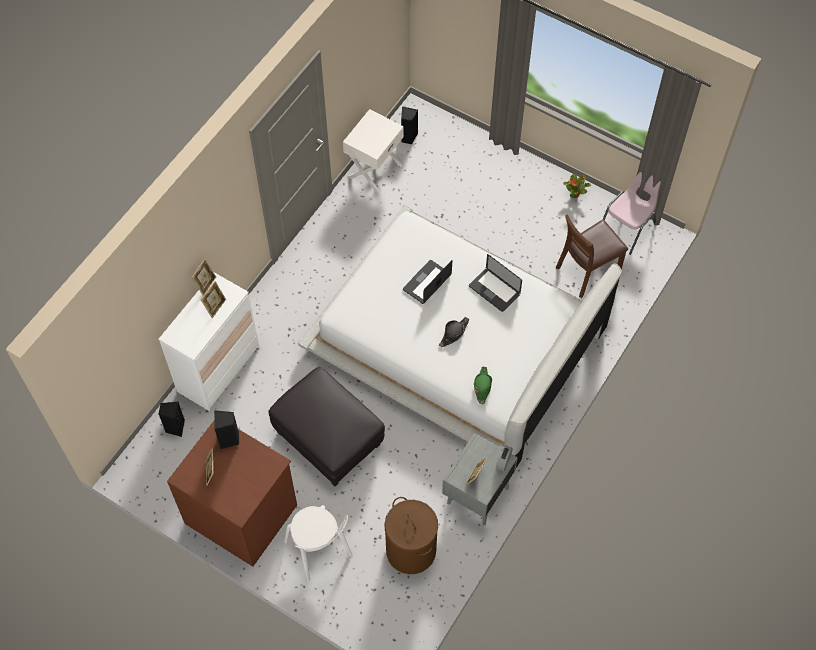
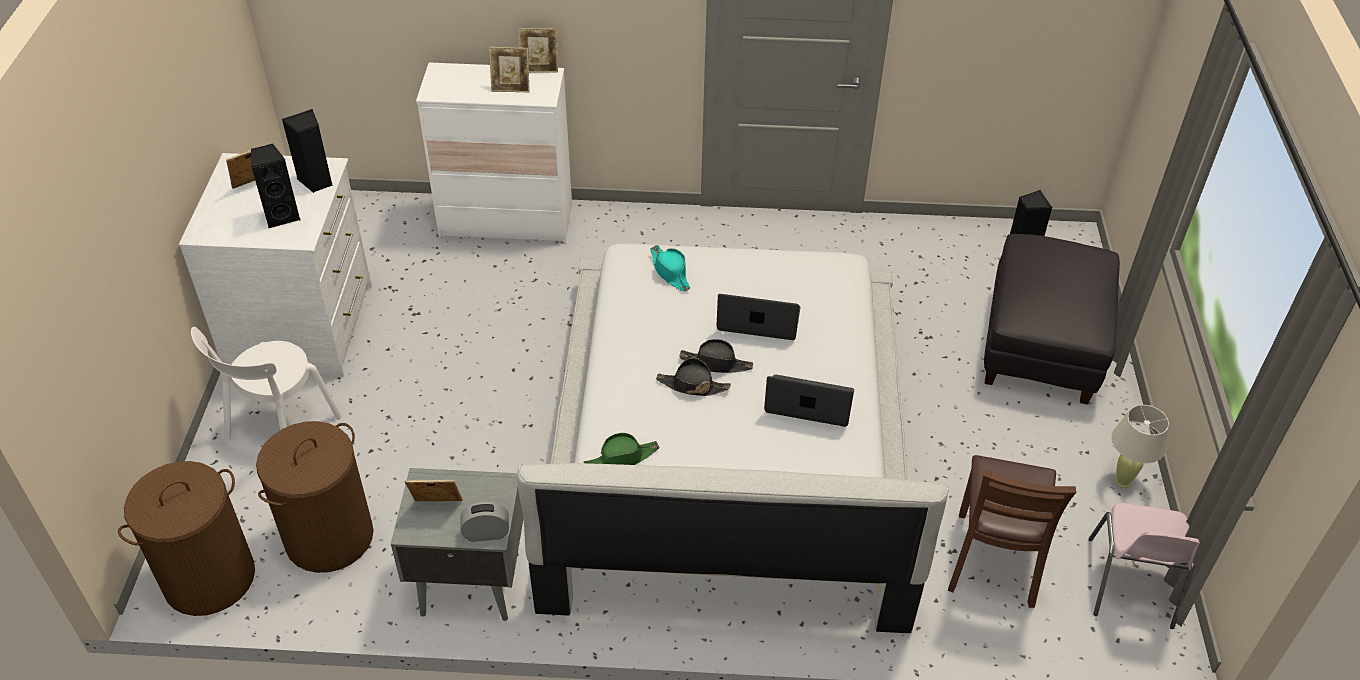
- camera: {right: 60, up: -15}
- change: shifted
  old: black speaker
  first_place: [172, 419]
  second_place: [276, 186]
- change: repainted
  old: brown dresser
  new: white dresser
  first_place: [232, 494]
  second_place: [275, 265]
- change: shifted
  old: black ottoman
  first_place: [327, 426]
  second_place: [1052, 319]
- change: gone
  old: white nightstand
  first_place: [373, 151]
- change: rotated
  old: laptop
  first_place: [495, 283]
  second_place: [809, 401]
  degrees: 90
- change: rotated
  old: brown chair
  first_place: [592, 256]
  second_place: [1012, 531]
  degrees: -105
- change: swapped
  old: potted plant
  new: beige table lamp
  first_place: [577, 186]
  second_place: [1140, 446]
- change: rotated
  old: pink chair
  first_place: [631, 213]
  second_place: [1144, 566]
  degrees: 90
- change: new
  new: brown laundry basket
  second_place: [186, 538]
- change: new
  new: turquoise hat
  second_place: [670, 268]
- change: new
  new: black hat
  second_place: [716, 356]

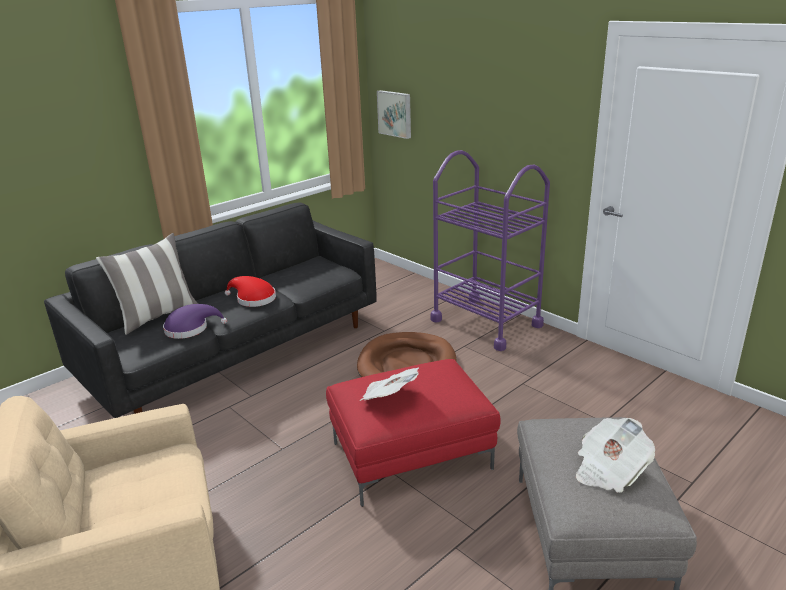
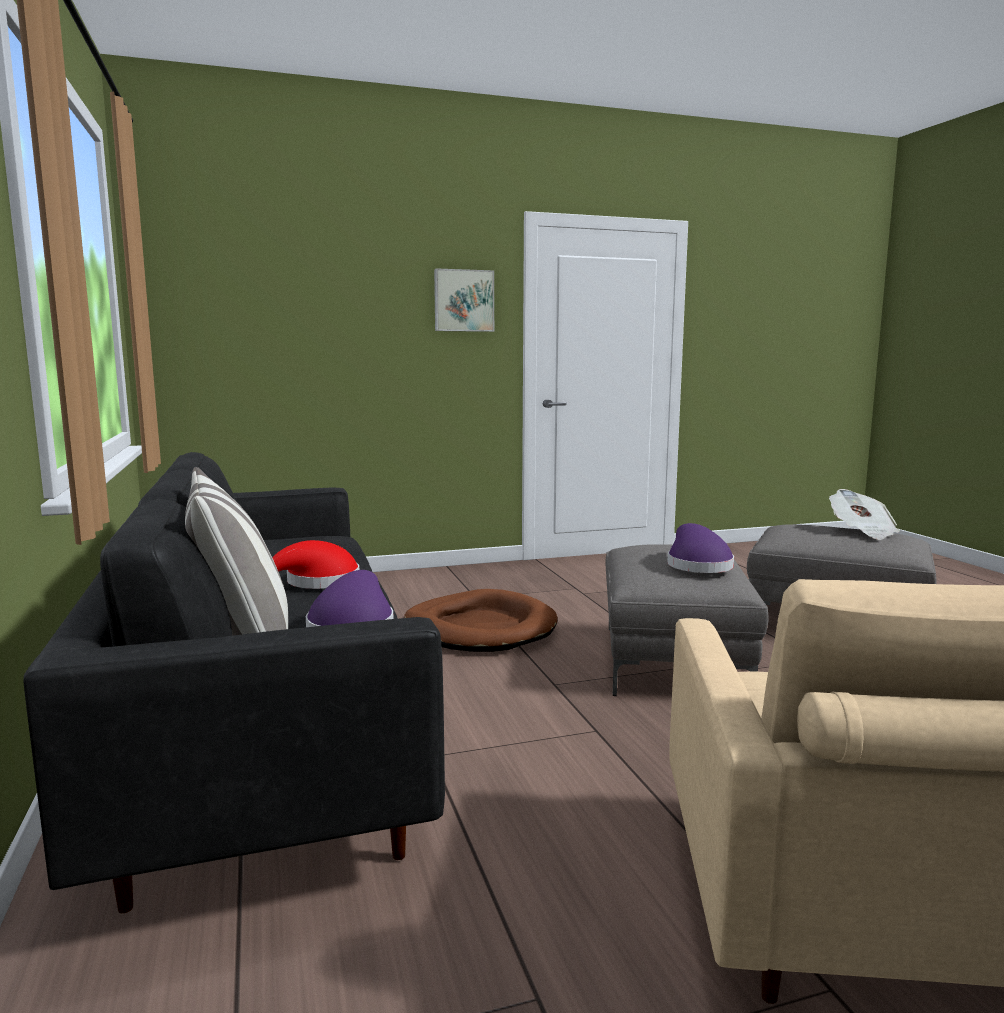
- camera: {right: -65, up: -15}
- change: repainted
  old: red ottoman
  new: grey ottoman
  first_place: [413, 433]
  second_place: [686, 620]
- change: swapped
  old: newspaper
  new: purple hat
  first_place: [389, 384]
  second_place: [700, 548]
- change: shifted
  old: picture
  first_place: [394, 114]
  second_place: [464, 300]
- change: gone
  old: purple cart
  first_place: [490, 250]

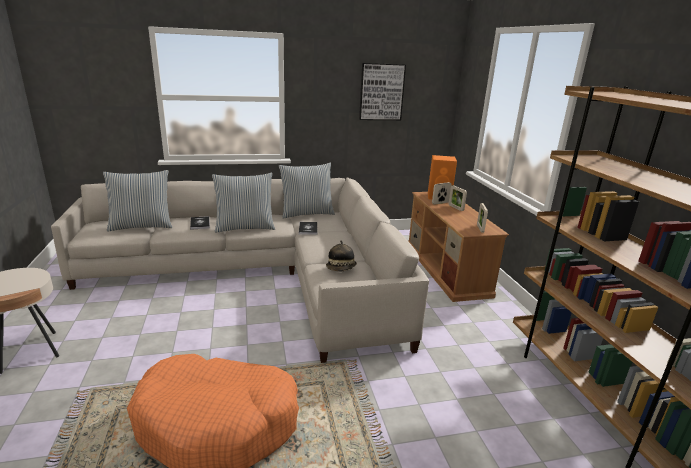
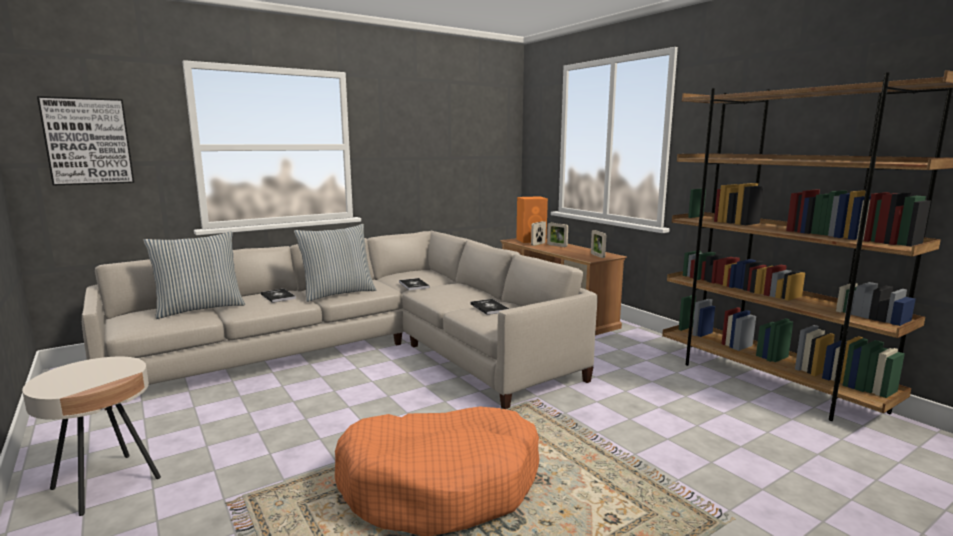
- camera: {right: -20, up: -10}
- change: gone
  old: pillow
  first_place: [307, 191]
- change: swapped
  old: hat
  new: book
  first_place: [341, 256]
  second_place: [489, 307]
- change: shifted
  old: picture
  first_place: [382, 91]
  second_place: [85, 141]

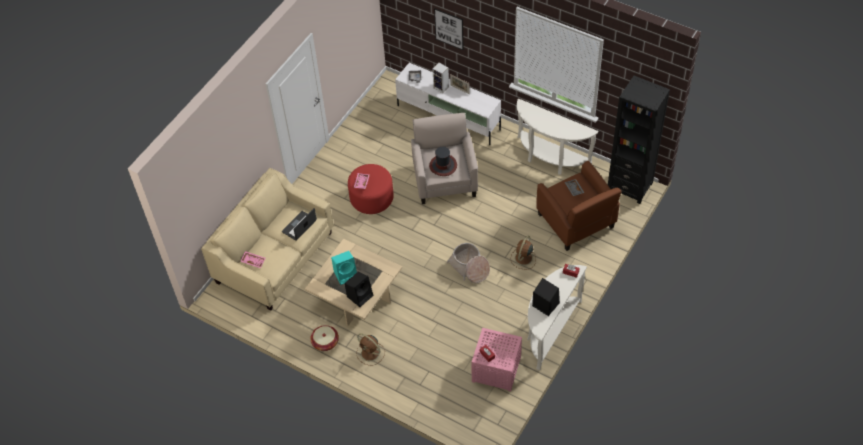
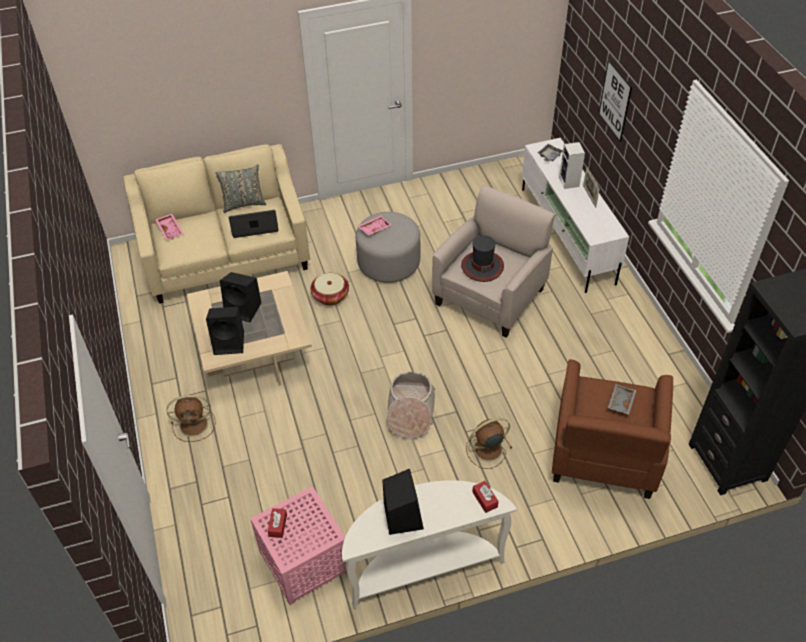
- camera: {right: 40, up: -5}
- change: shifted
  old: basket
  first_place: [324, 338]
  second_place: [329, 289]
- change: repainted
  old: turquoise speaker
  new: black speaker
  first_place: [344, 268]
  second_place: [240, 297]
- change: repainted
  old: red ottoman
  new: grey ottoman
  first_place: [371, 189]
  second_place: [388, 247]
- change: rotated
  old: brown fan
  first_place: [370, 349]
  second_place: [191, 418]
  degrees: -90
- change: gone
  old: white console table
  first_place: [557, 136]
- change: new
  new: grey pillow
  second_place: [240, 188]

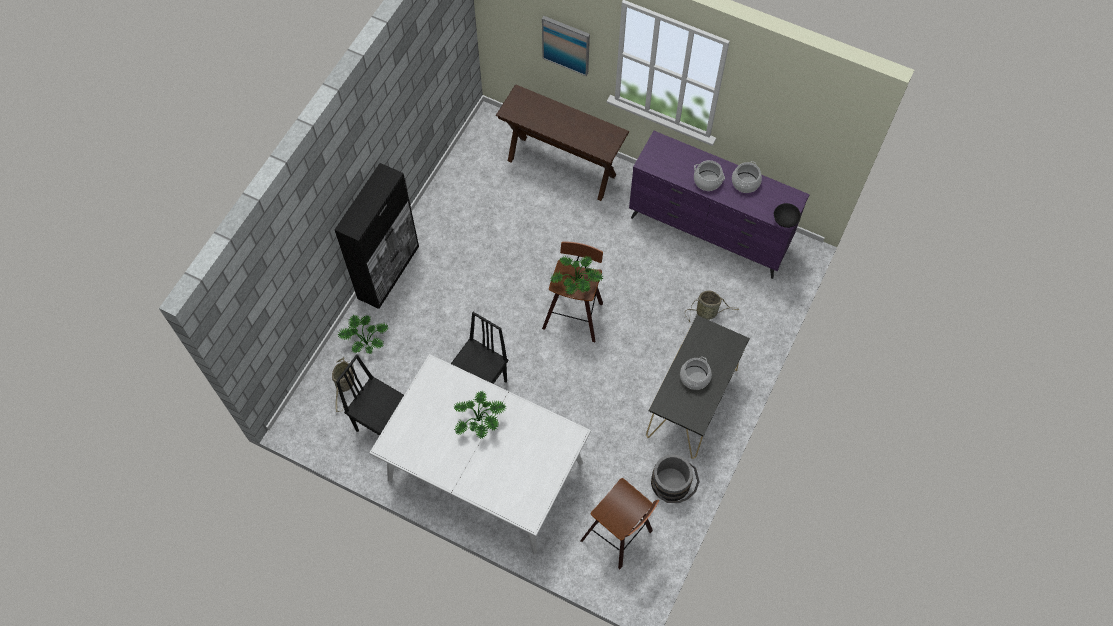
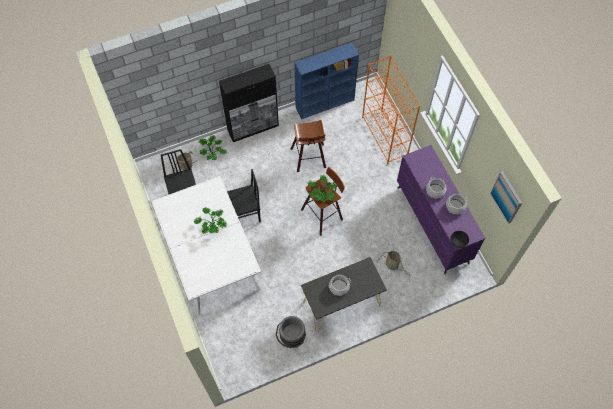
- camera: {right: 40, up: 0}
- change: swapped
  old: brown console table
  new: orange bookcase
  first_place: [562, 142]
  second_place: [391, 110]
- change: shifted
  old: picture
  first_place: [566, 46]
  second_place: [506, 197]
- change: shifted
  old: stool
  first_place: [619, 523]
  second_place: [308, 146]
- change: new
  new: blue bookcase
  second_place: [326, 81]

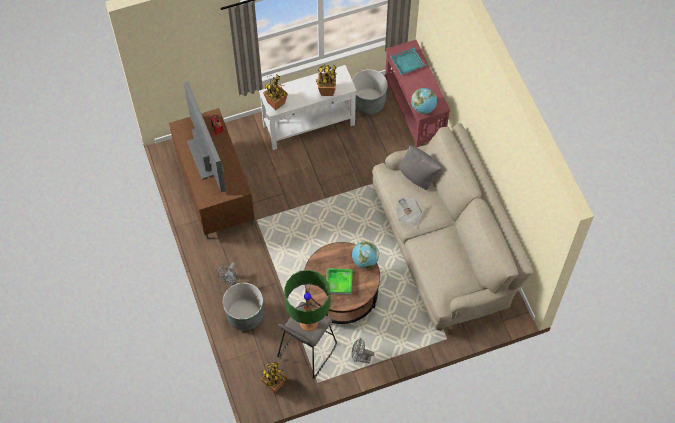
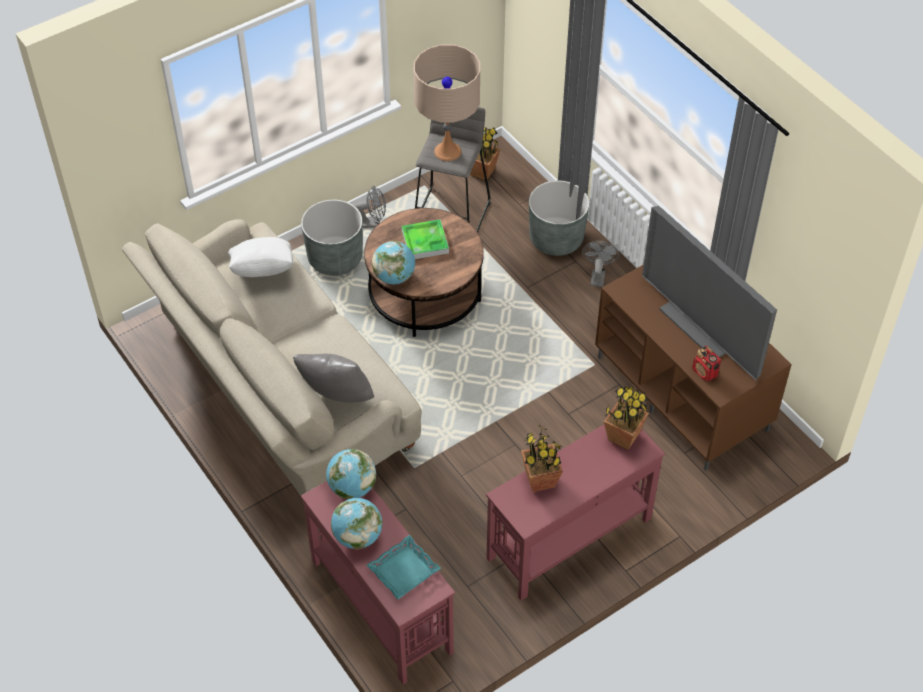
- camera: {right: 165, up: -10}
- change: repainted
  old: white console table
  new: red console table
  first_place: [308, 107]
  second_place: [575, 513]
- change: repainted
  old: green table lamp
  new: beige table lamp
  first_place: [307, 300]
  second_place: [447, 102]
- change: shifted
  old: grey planter
  first_place: [370, 92]
  second_place: [332, 238]
- change: gone
  old: newspaper
  first_place: [409, 212]
- change: new
  new: white pillow
  second_place: [260, 257]
- change: new
  new: globe
  second_place: [357, 523]

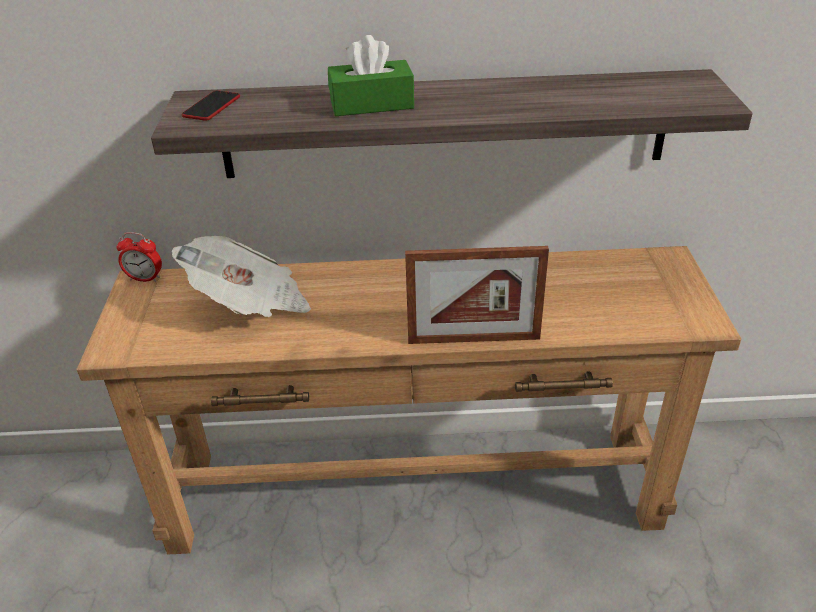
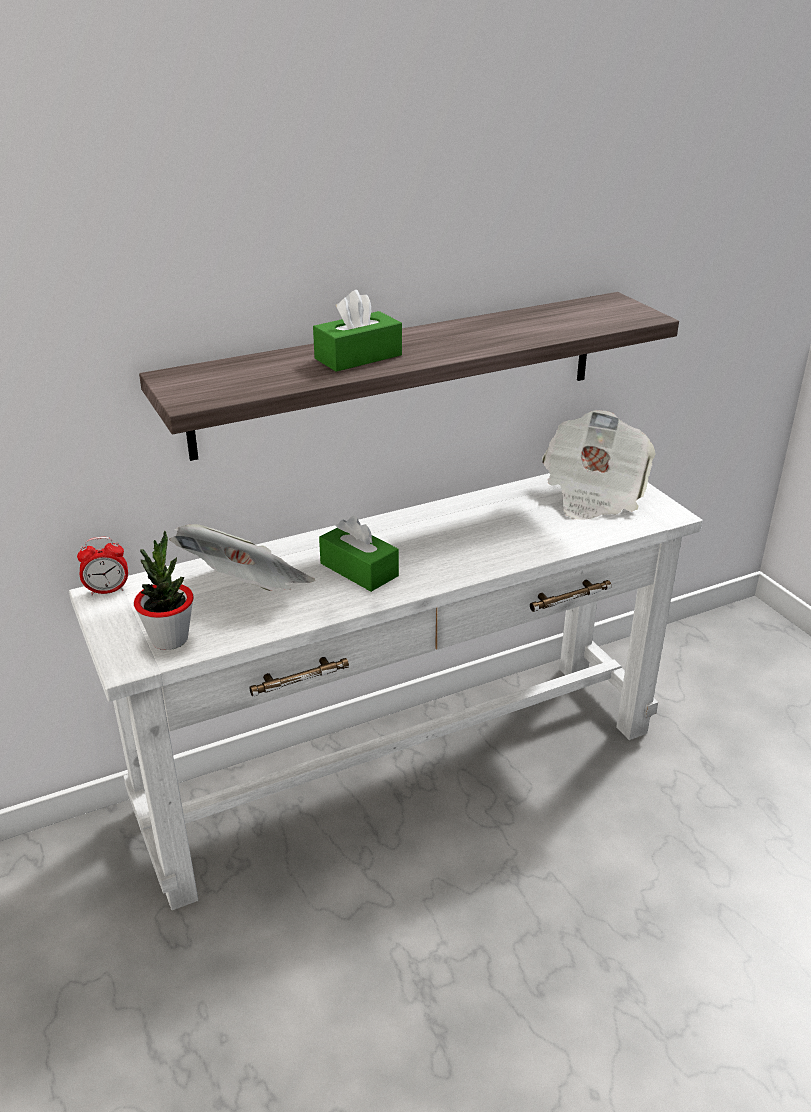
- camera: {right: -25, up: -5}
- change: repainted
  old: brown console table
  new: white console table
  first_place: [408, 400]
  second_place: [385, 691]
- change: gone
  old: phone
  first_place: [211, 105]
- change: gone
  old: picture frame
  first_place: [477, 295]
- change: new
  new: potted plant
  second_place: [164, 590]
- change: new
  new: green tissue box
  second_place: [359, 554]
- change: new
  new: newspaper
  second_place: [599, 465]

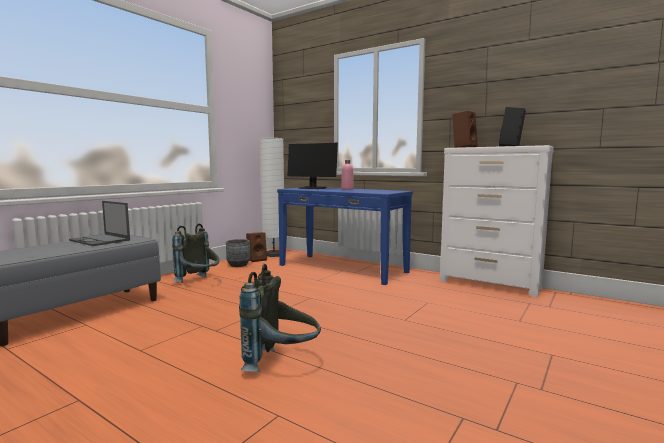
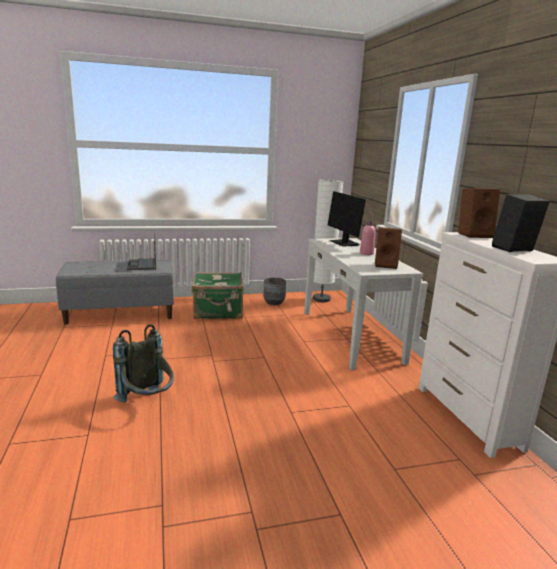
- camera: {right: 40, up: 10}
- change: swapped
  old: grey backpack
  new: green suitcase
  first_place: [196, 253]
  second_place: [218, 295]
- change: shifted
  old: brown speaker
  first_place: [256, 247]
  second_place: [388, 248]
- change: repainted
  old: blue console table
  new: white console table
  first_place: [345, 236]
  second_place: [363, 304]

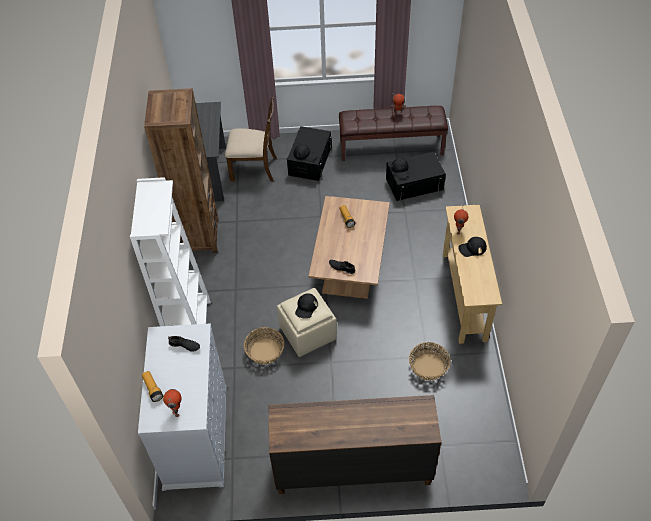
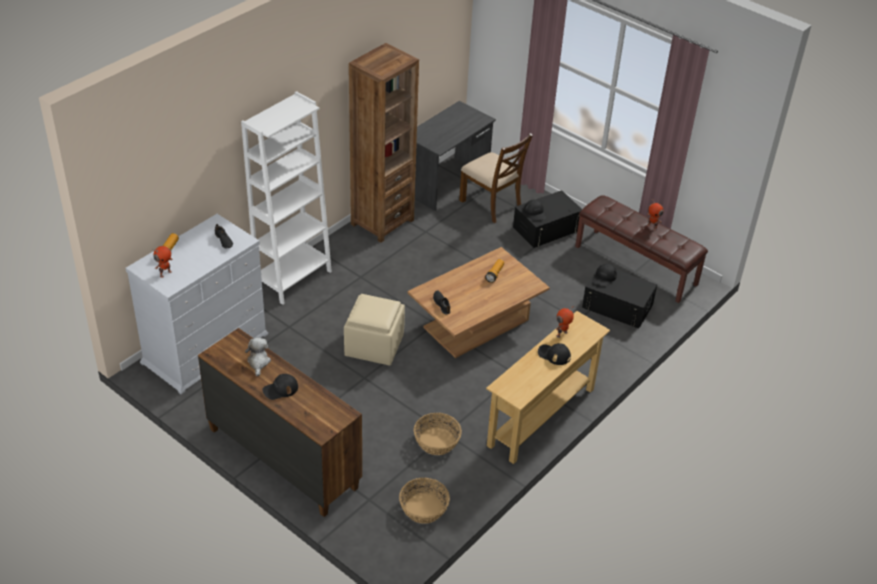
- camera: {right: 40, up: -10}
- change: shifted
  old: basket
  first_place: [264, 346]
  second_place: [424, 501]
- change: shifted
  old: black cap
  first_place: [306, 306]
  second_place: [280, 387]
- change: new
  new: plush toy
  second_place: [258, 357]

